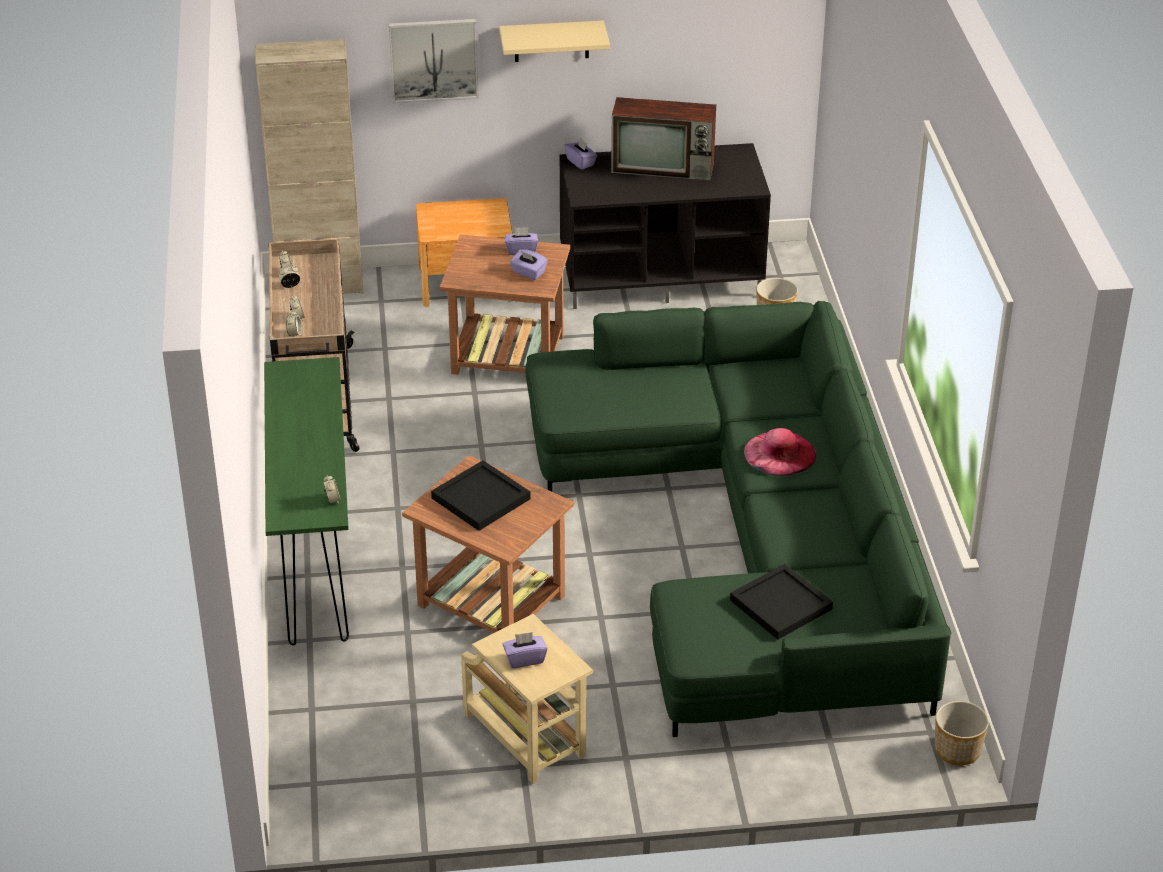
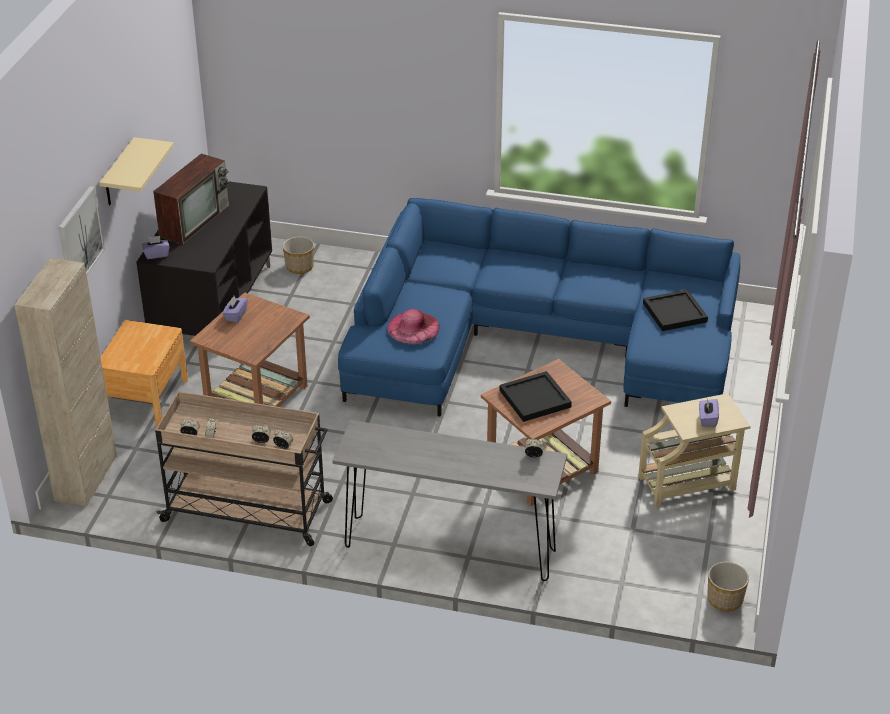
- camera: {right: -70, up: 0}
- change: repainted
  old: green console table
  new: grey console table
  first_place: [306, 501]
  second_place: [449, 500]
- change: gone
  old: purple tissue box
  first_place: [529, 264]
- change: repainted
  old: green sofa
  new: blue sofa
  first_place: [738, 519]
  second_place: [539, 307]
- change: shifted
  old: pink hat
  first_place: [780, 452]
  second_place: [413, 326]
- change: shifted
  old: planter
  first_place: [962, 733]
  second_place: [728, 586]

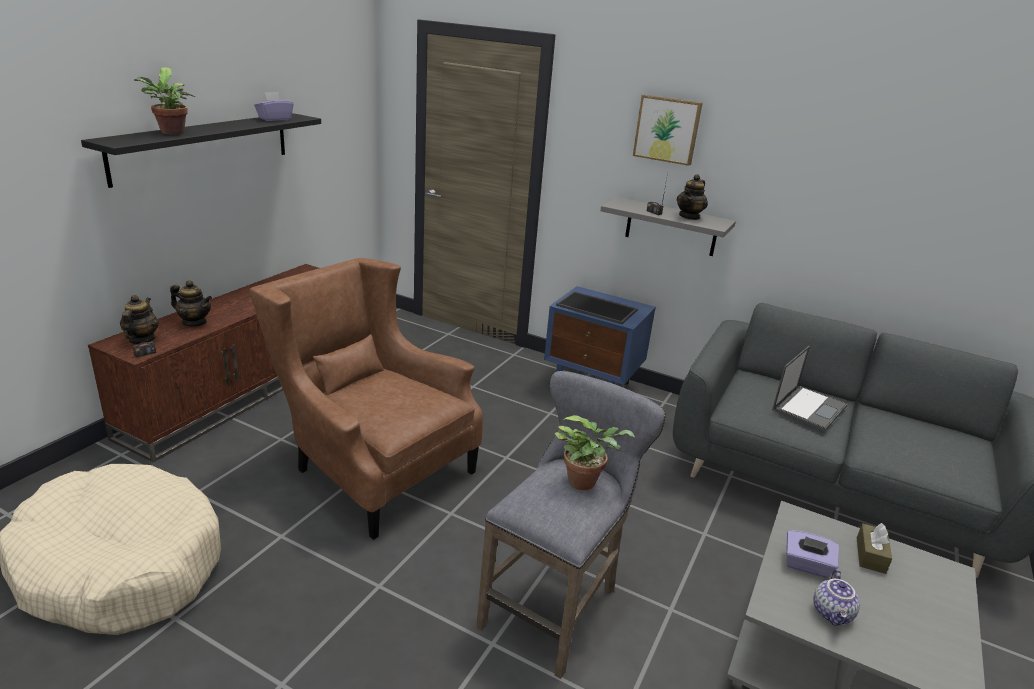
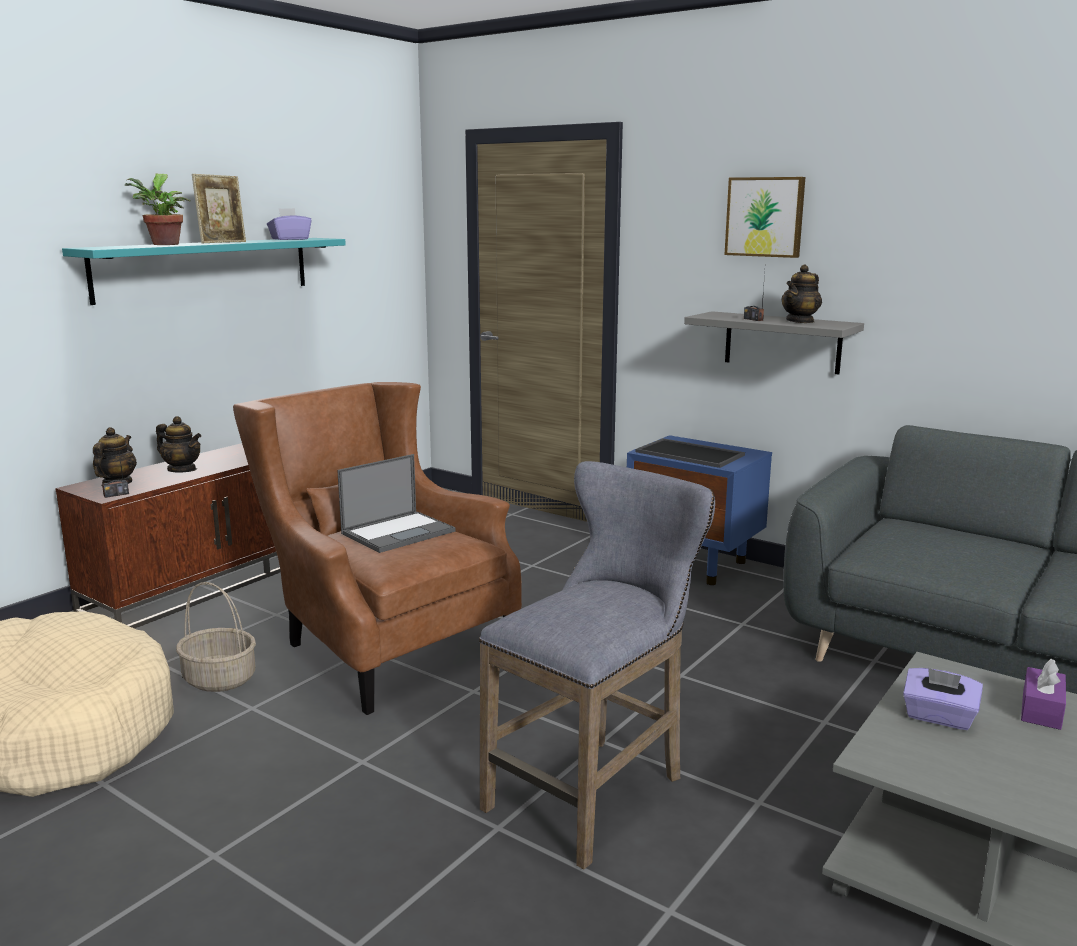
- camera: {right: 10, up: -10}
- change: repainted
  old: black shelf
  new: turquoise shelf
  first_place: [201, 150]
  second_place: [204, 271]
- change: gone
  old: potted plant
  first_place: [595, 452]
- change: shifted
  old: laptop
  first_place: [810, 388]
  second_place: [396, 503]
- change: gone
  old: teapot
  first_place: [836, 597]
- change: repainted
  old: brown tissue box
  new: purple tissue box
  first_place: [874, 548]
  second_place: [1043, 694]
- change: new
  new: basket
  second_place: [216, 637]
- change: new
  new: picture frame
  second_place: [219, 208]

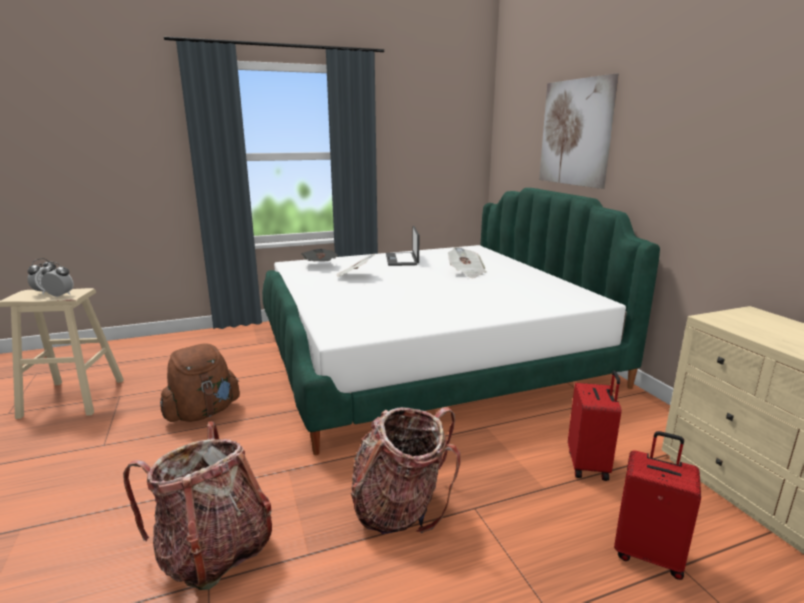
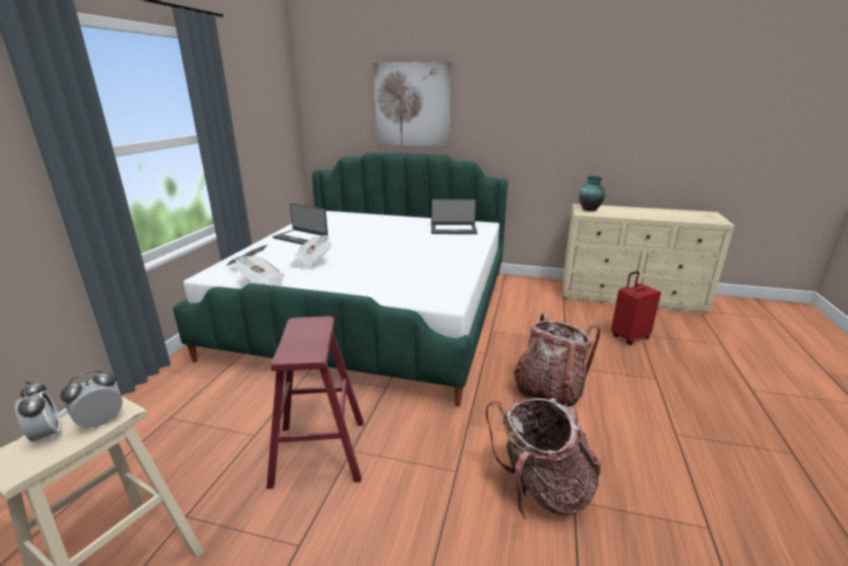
- camera: {right: -55, up: 5}
- change: swapped
  old: brown backpack
  new: red stool
  first_place: [200, 382]
  second_place: [315, 402]
- change: shifted
  old: newspaper
  first_place: [467, 262]
  second_place: [259, 271]
- change: gone
  old: red suitcase
  first_place: [595, 426]
- change: new
  new: laptop
  second_place: [454, 216]
- change: new
  new: vase
  second_place: [592, 193]

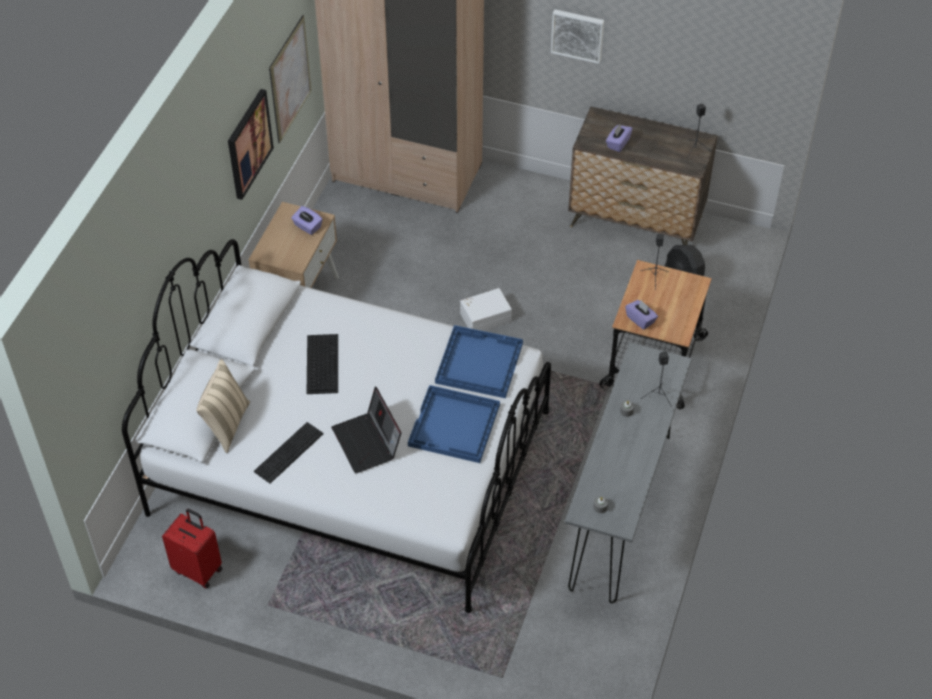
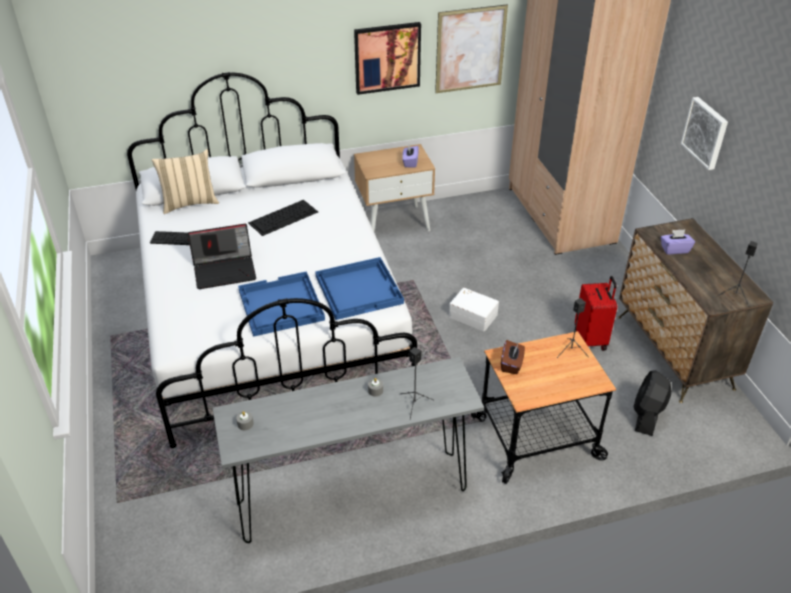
- camera: {right: 55, up: -10}
- change: shifted
  old: red suitcase
  first_place: [192, 548]
  second_place: [596, 313]
- change: rotated
  old: laptop
  first_place: [366, 430]
  second_place: [222, 256]
  degrees: -135
- change: repainted
  old: purple tissue box
  new: brown tissue box
  first_place: [641, 315]
  second_place: [513, 357]

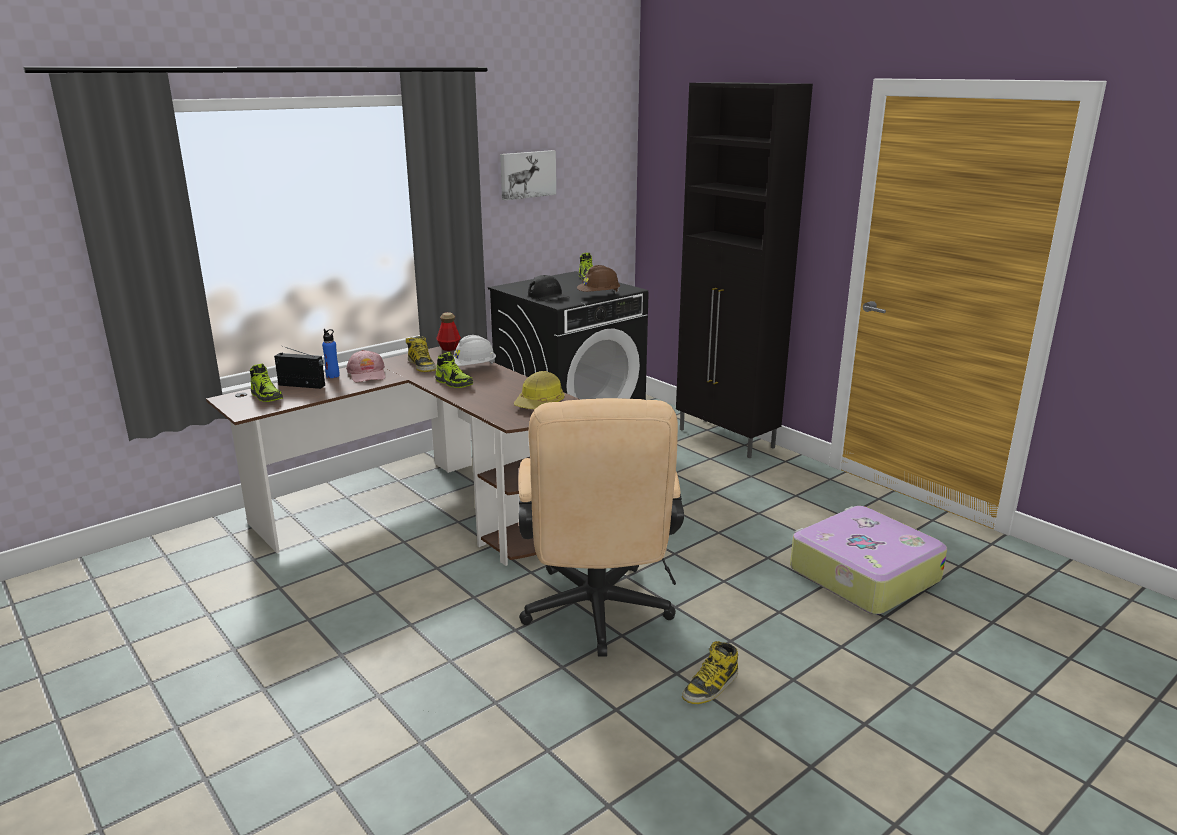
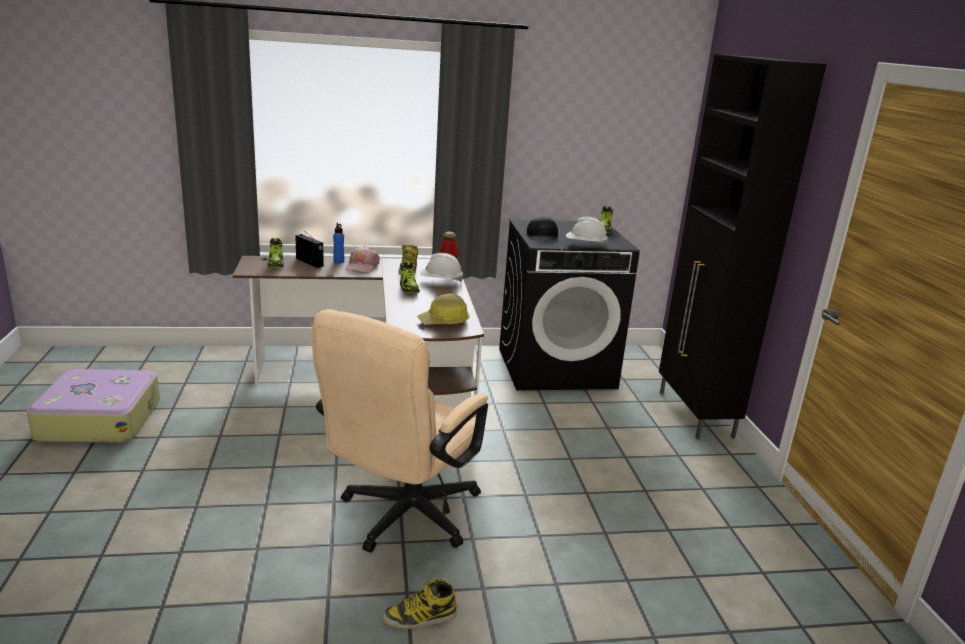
- camera: {right: 30, up: 0}
- change: gone
  old: picture
  first_place: [528, 175]
- change: repainted
  old: brown hard hat
  new: white hard hat
  first_place: [598, 279]
  second_place: [587, 232]
- change: shifted
  old: suitcase
  first_place: [868, 560]
  second_place: [93, 406]

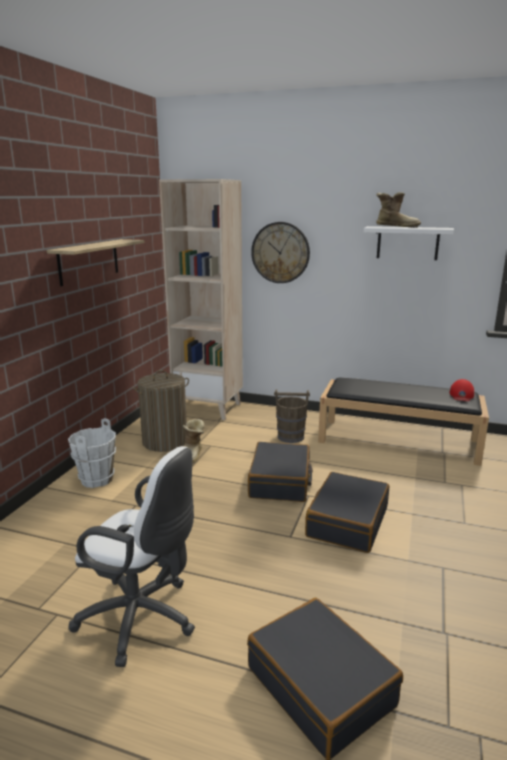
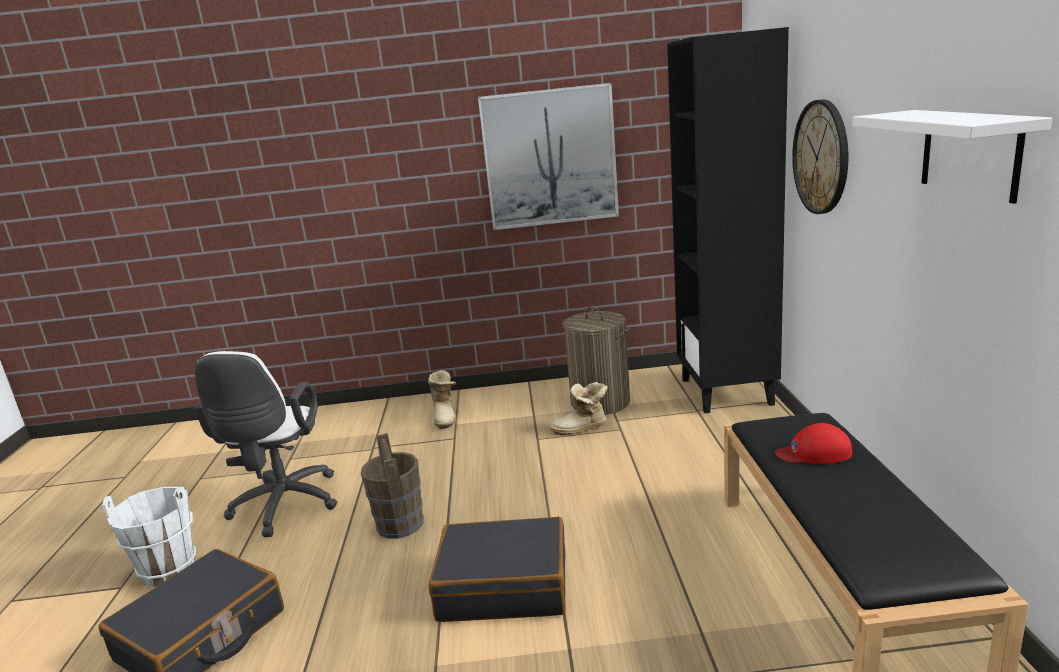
- camera: {right: 70, up: 0}
- change: swapped
  old: shelf
  new: picture
  first_place: [95, 262]
  second_place: [548, 156]
- change: shifted
  old: white bucket
  first_place: [92, 453]
  second_place: [149, 537]
- change: repainted
  old: beige bookcase
  new: black bookcase
  first_place: [201, 299]
  second_place: [728, 220]
- change: gone
  old: black suitcase
  first_place: [280, 472]
- change: shifted
  old: brown bucket
  first_place: [292, 416]
  second_place: [392, 486]
- change: shifted
  old: boot
  first_place: [398, 210]
  second_place: [442, 399]
- change: shifted
  old: red cap
  first_place: [462, 390]
  second_place: [813, 443]

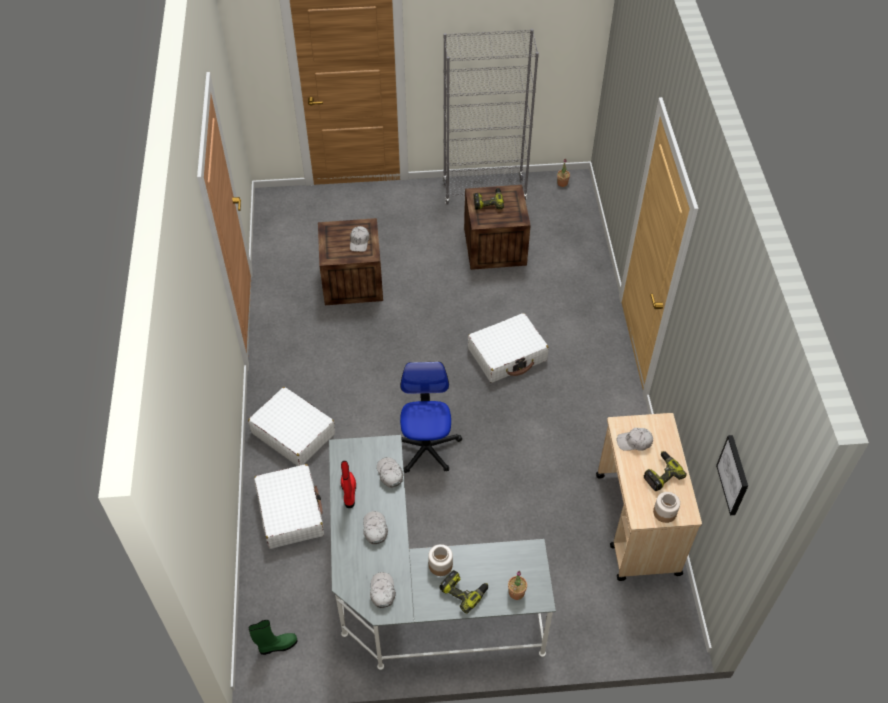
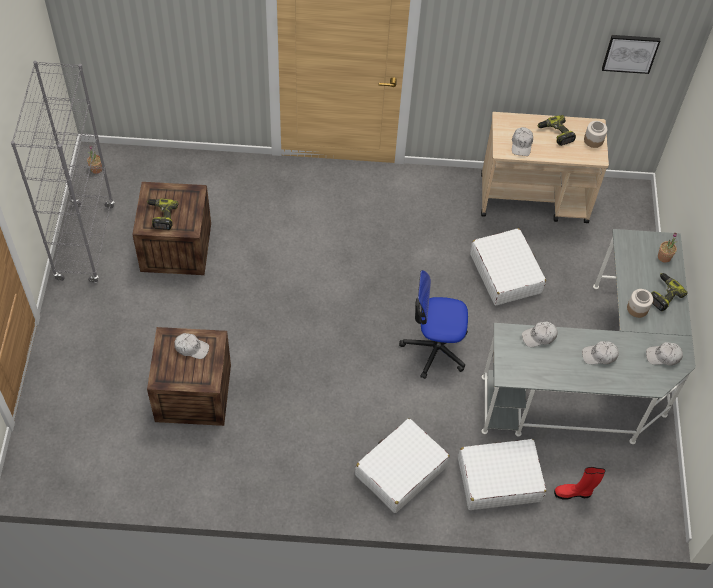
- camera: {right: -85, up: 5}
- change: gone
  old: green boot
  first_place: [273, 637]
- change: shifted
  old: red boot
  first_place: [348, 484]
  second_place: [579, 483]
- change: shifted
  old: white suitcase
  first_place: [508, 348]
  second_place: [508, 266]

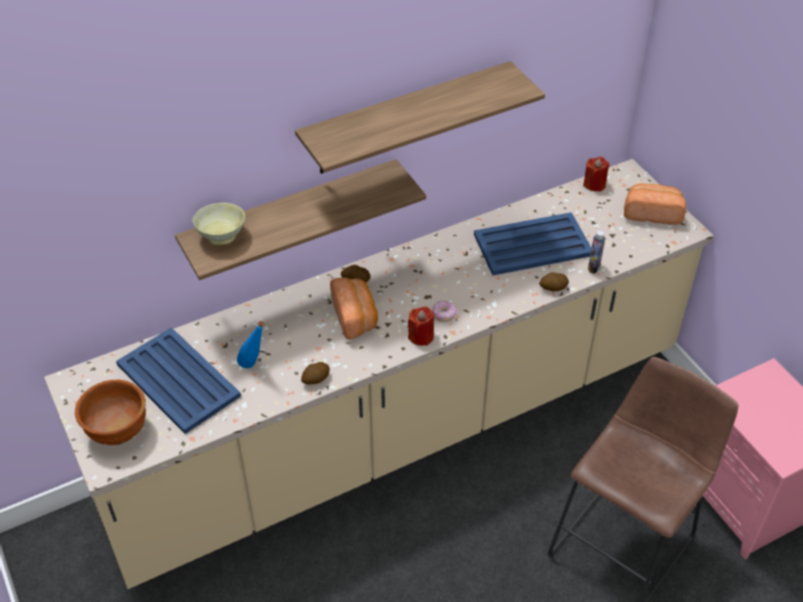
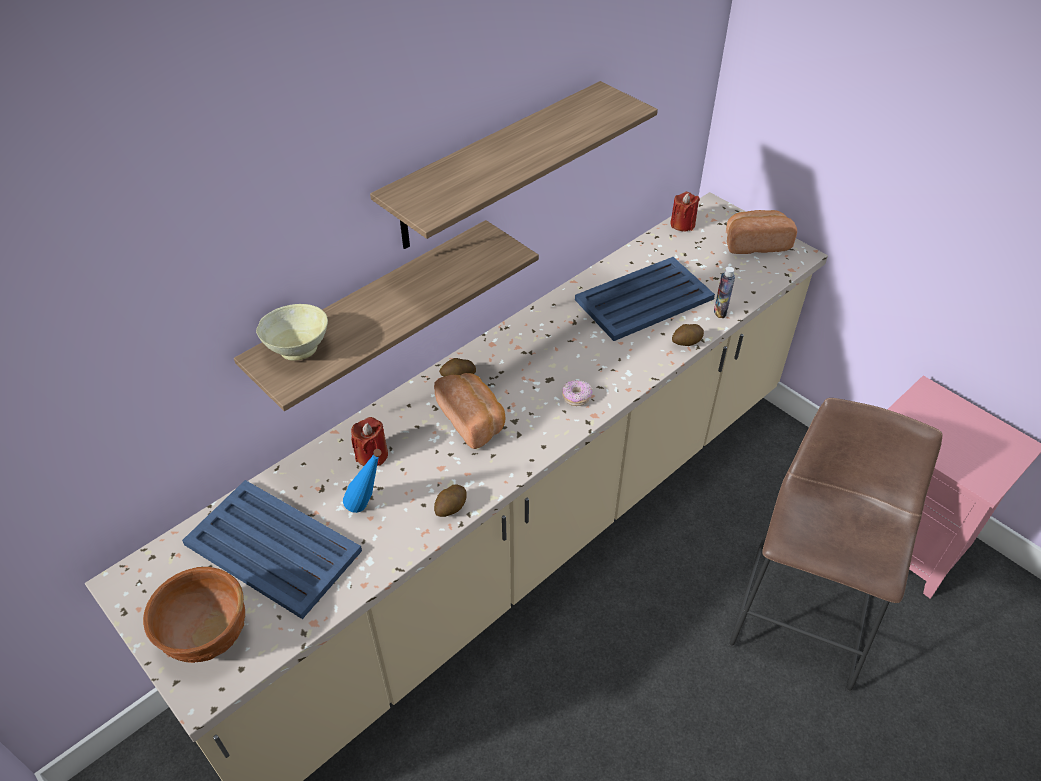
- camera: {right: -15, up: 0}
- change: shifted
  old: red candle
  first_place: [421, 326]
  second_place: [369, 441]

